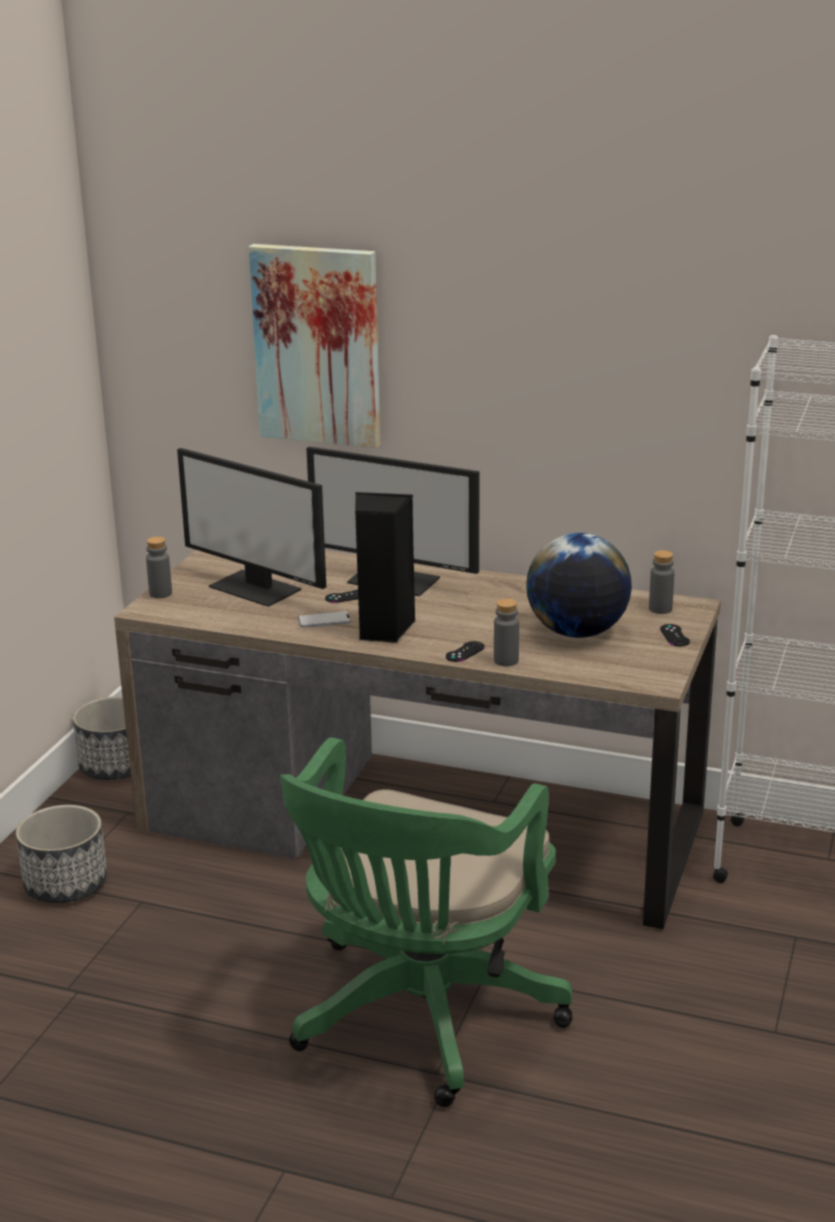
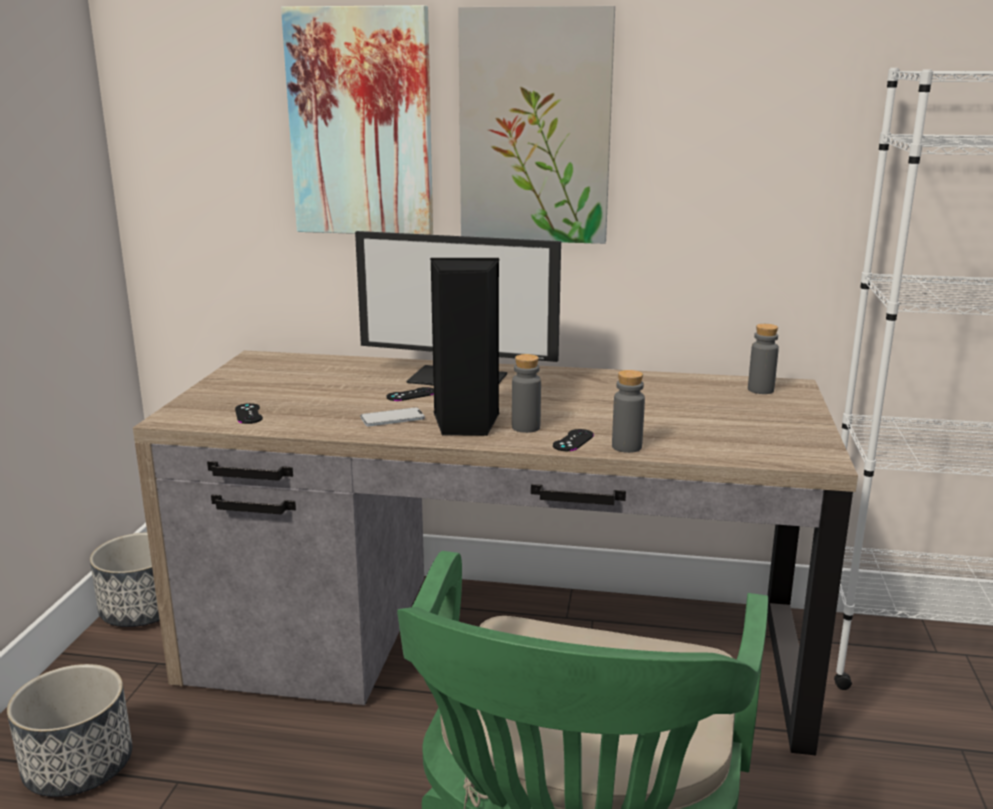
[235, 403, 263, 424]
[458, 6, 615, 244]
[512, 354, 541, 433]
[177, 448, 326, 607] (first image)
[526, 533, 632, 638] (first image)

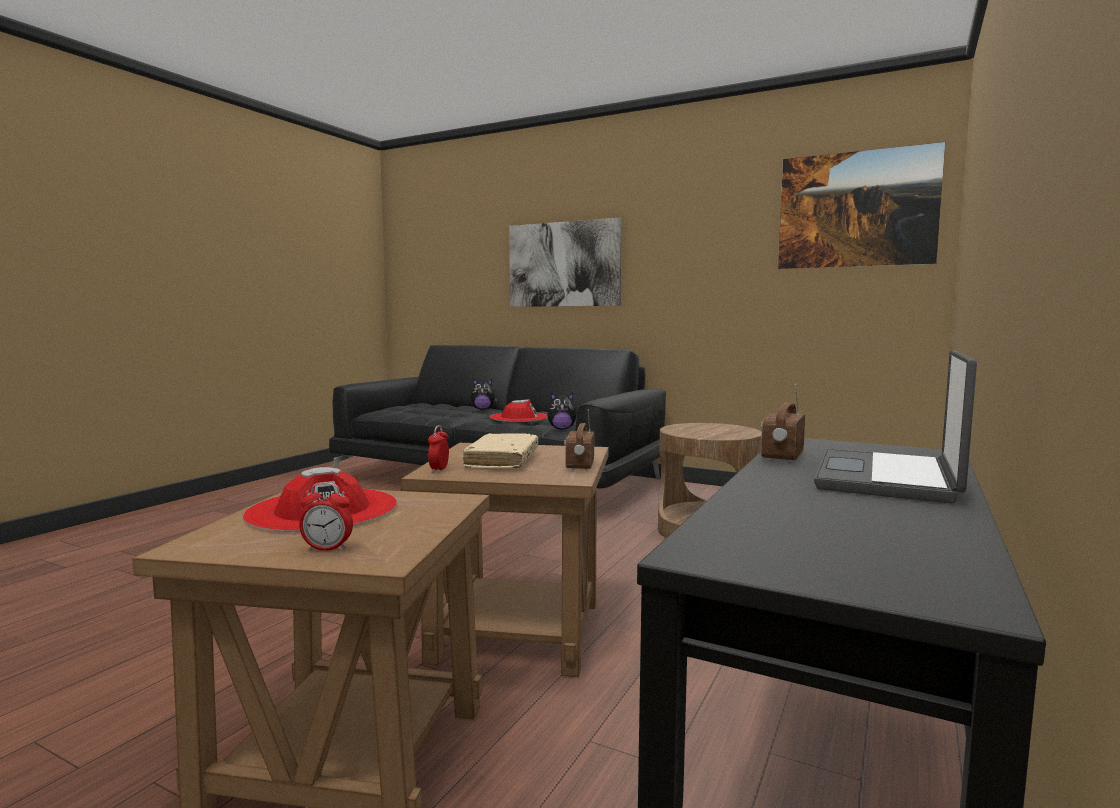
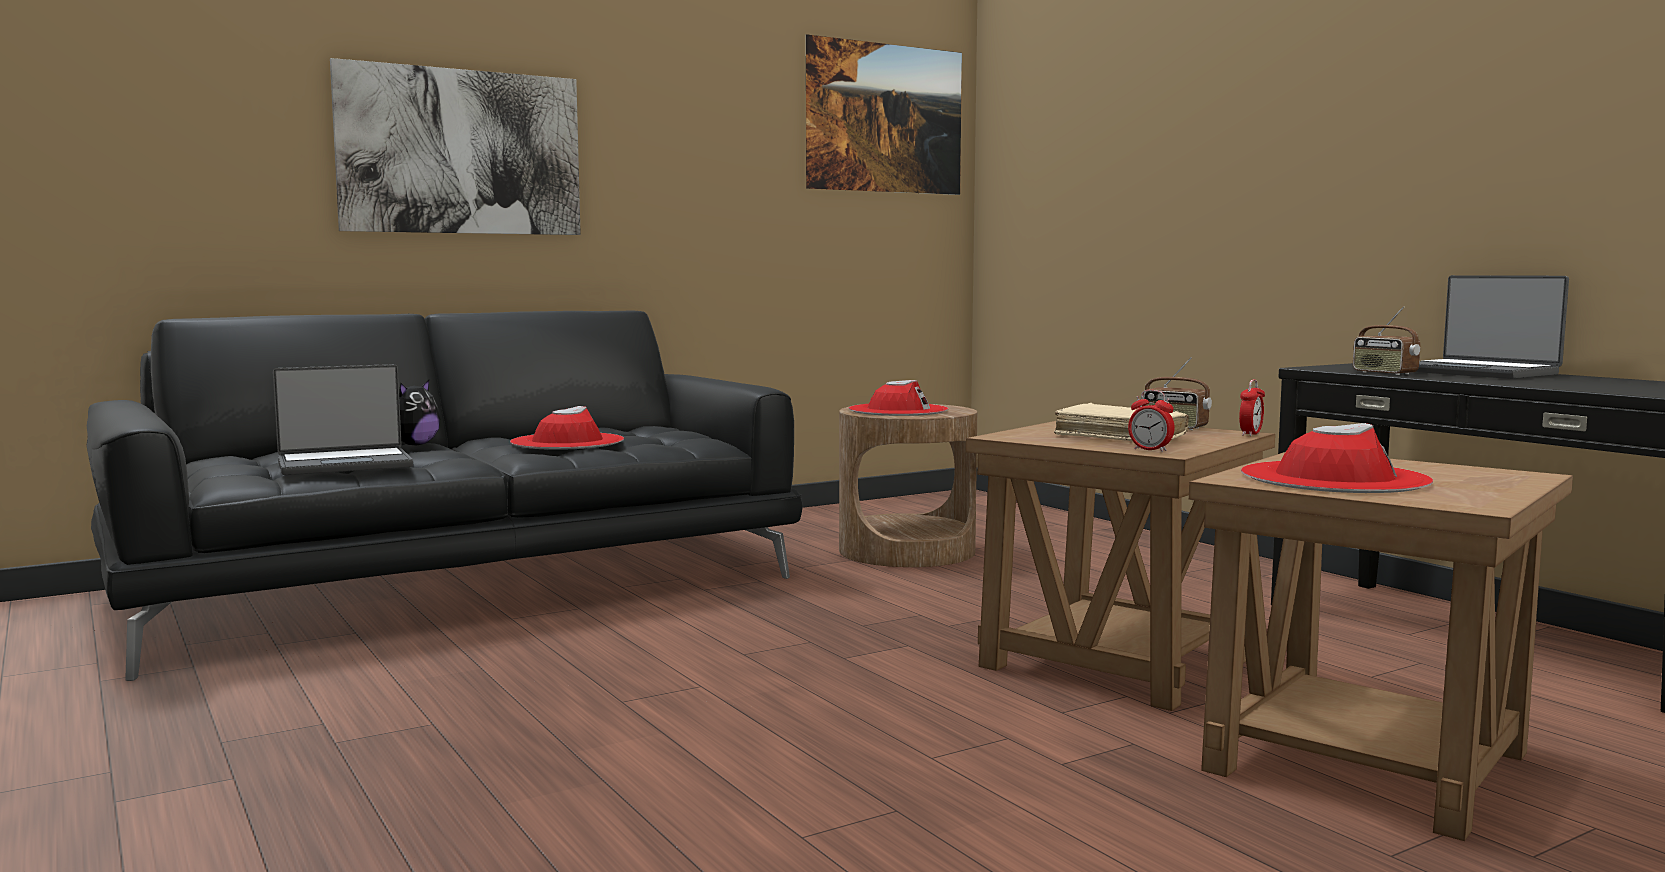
[273, 364, 413, 475]
[849, 380, 948, 416]
[1239, 379, 1265, 436]
[547, 393, 577, 429] (first image)

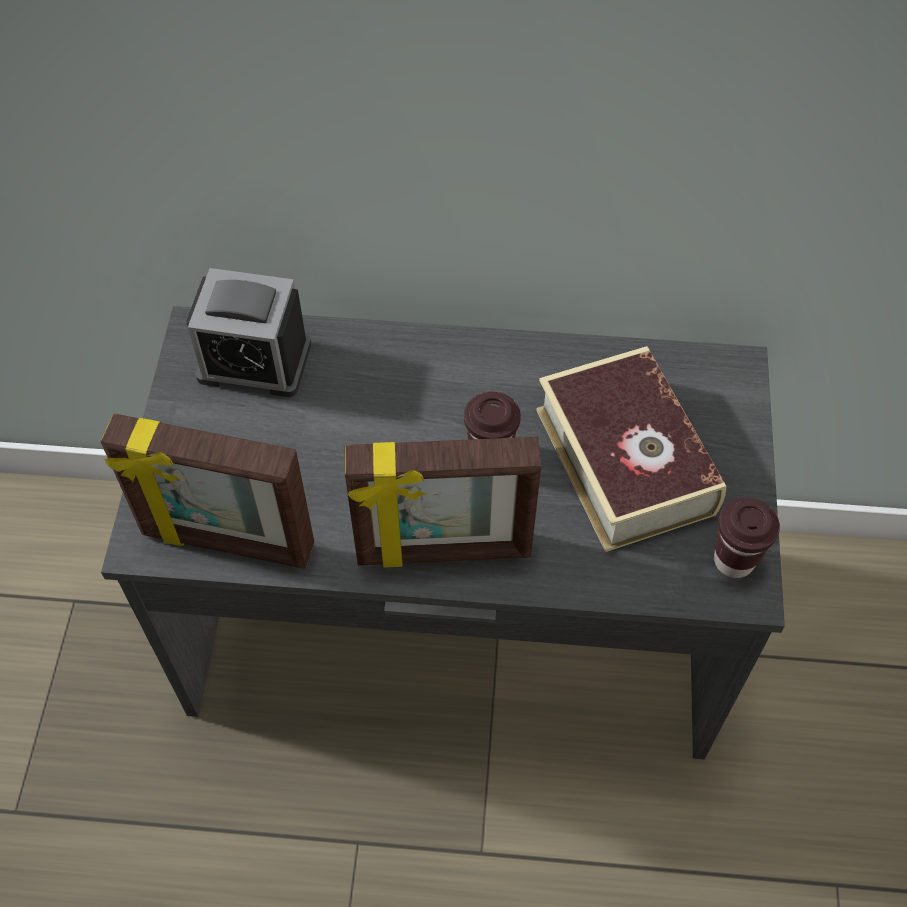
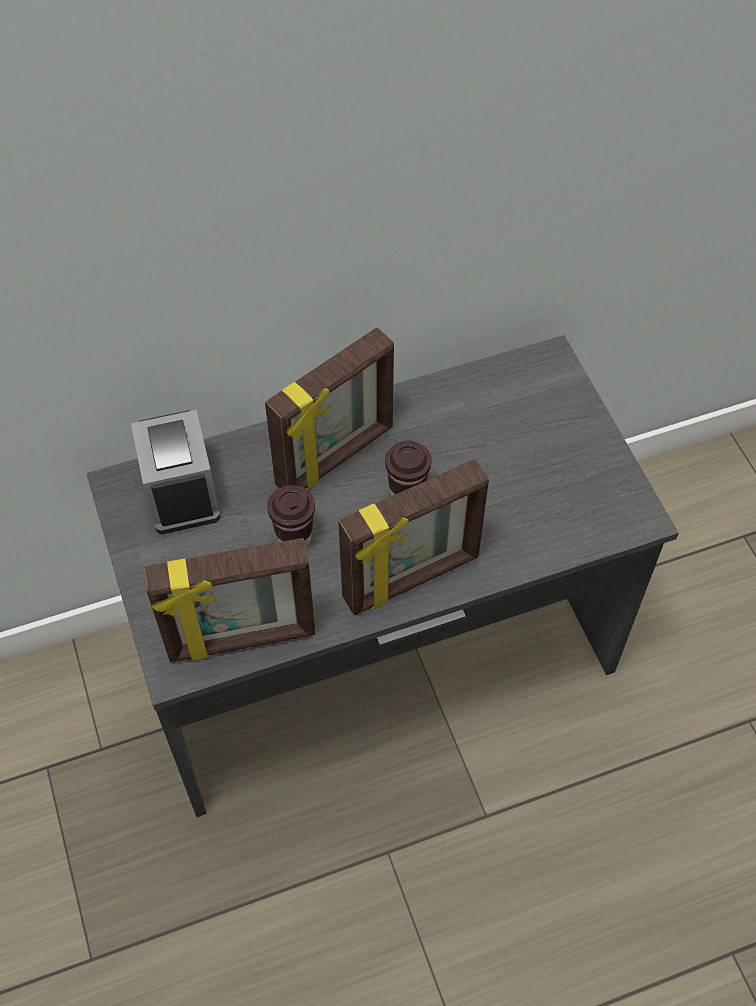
[131, 410, 220, 535]
[265, 328, 394, 490]
[267, 485, 315, 547]
[536, 346, 727, 552] (first image)

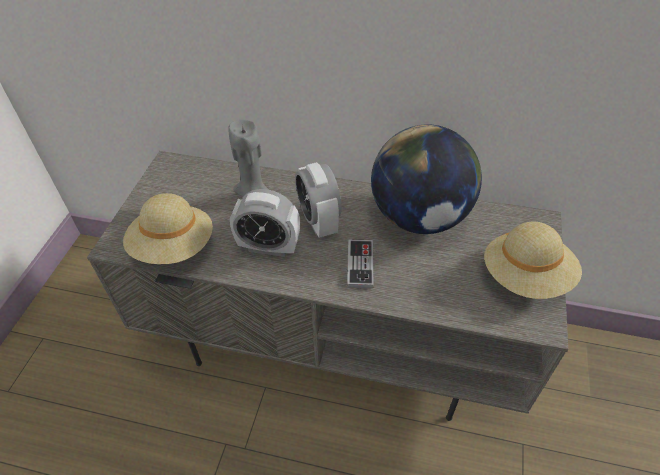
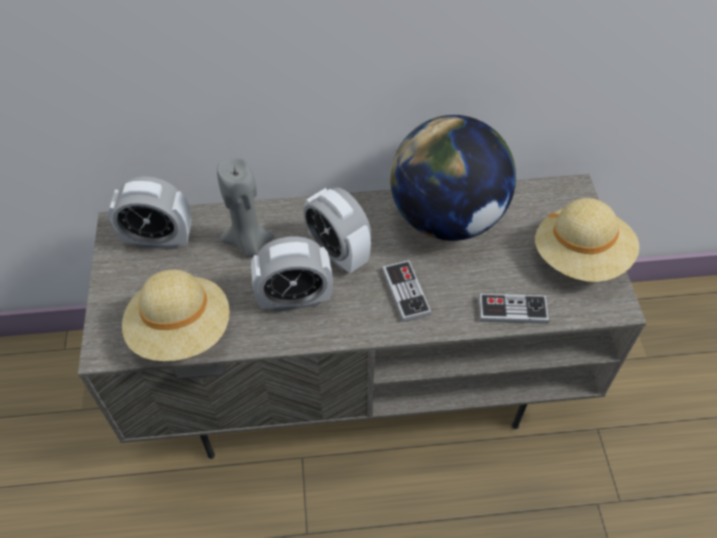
[108, 176, 191, 249]
[478, 294, 549, 324]

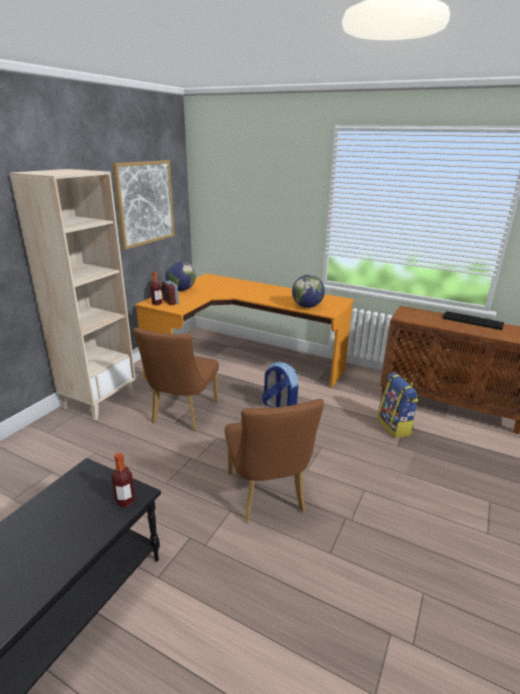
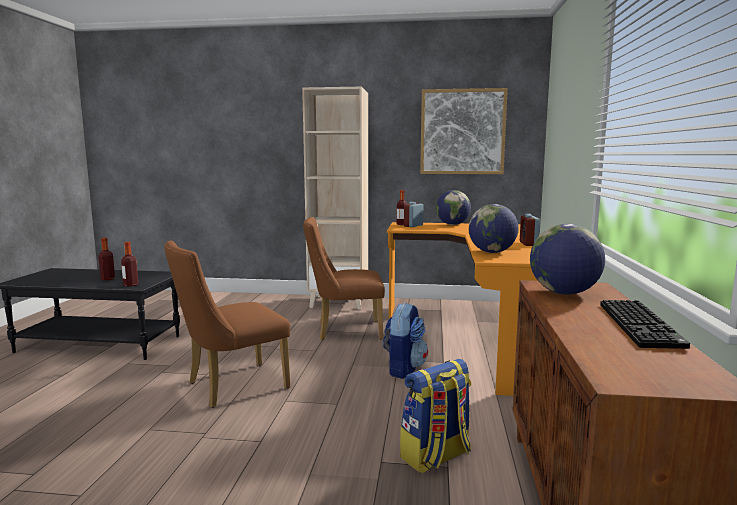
[98, 238, 115, 280]
[520, 214, 540, 246]
[530, 224, 605, 295]

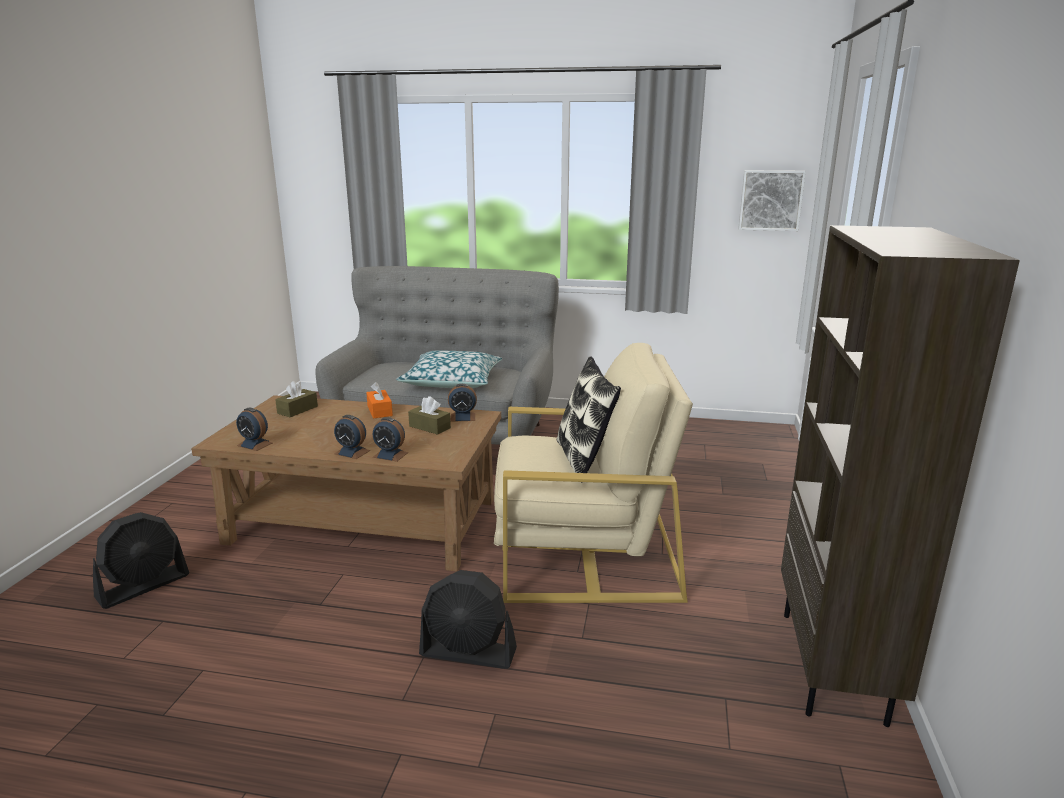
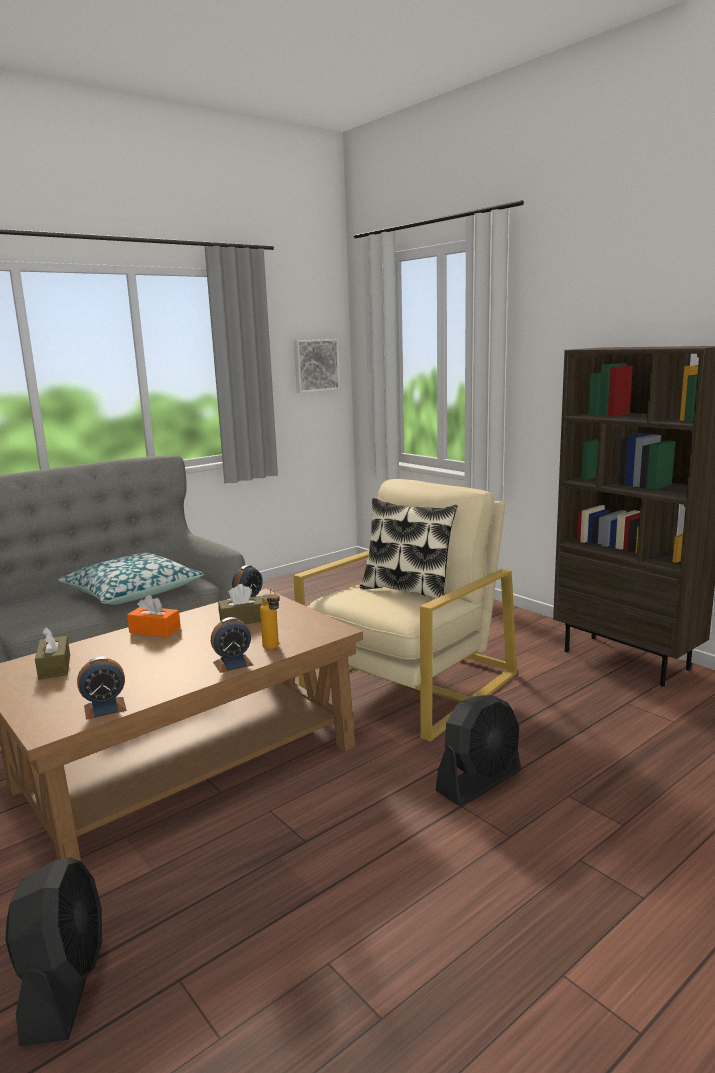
[260, 589, 280, 650]

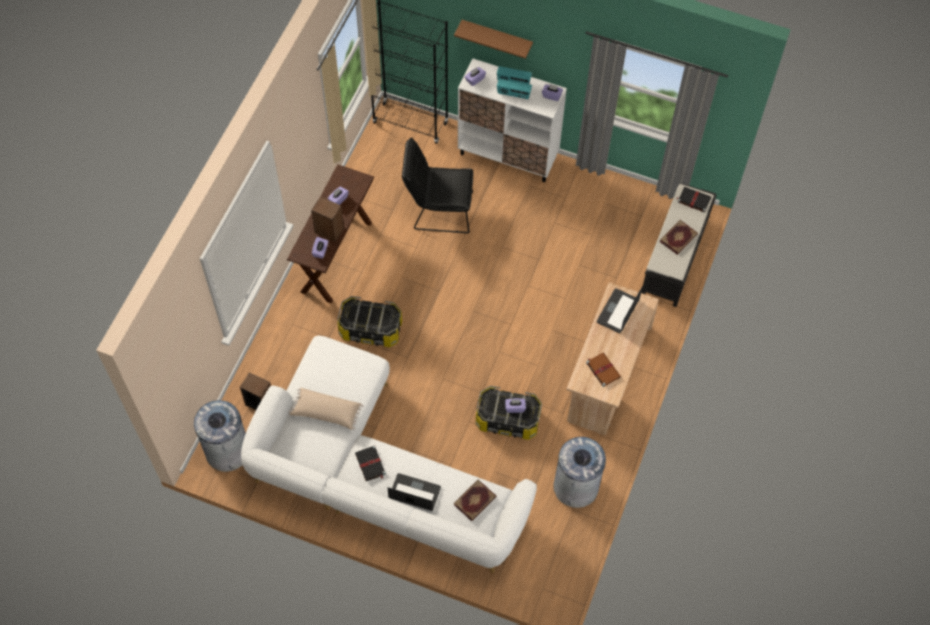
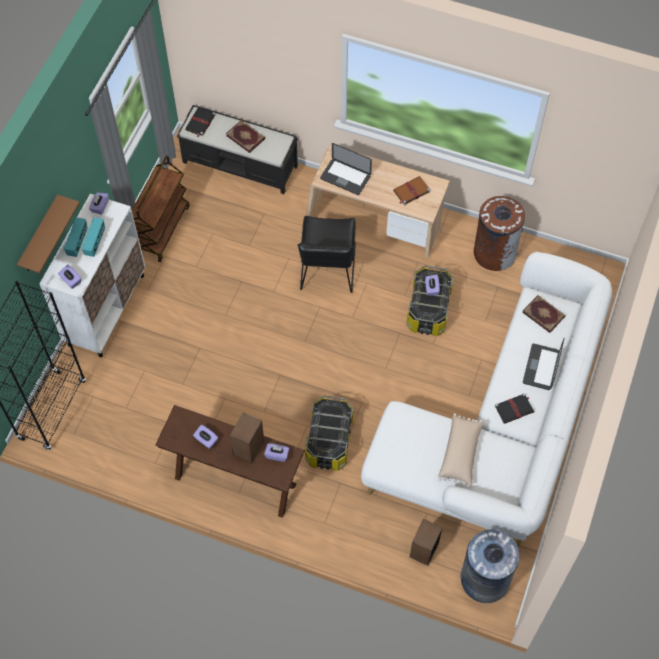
[132, 155, 190, 262]
[297, 216, 356, 293]
[474, 196, 525, 271]

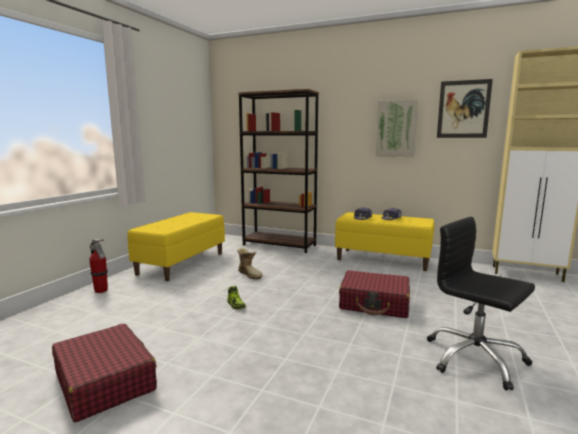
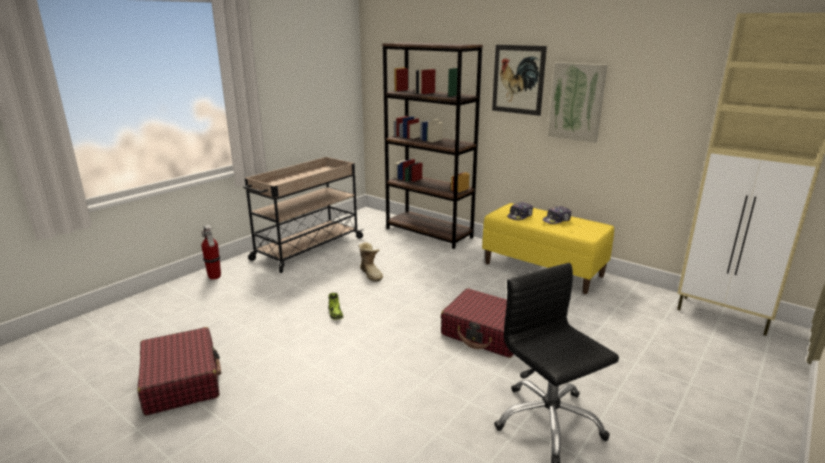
[243, 157, 364, 273]
[492, 45, 547, 116]

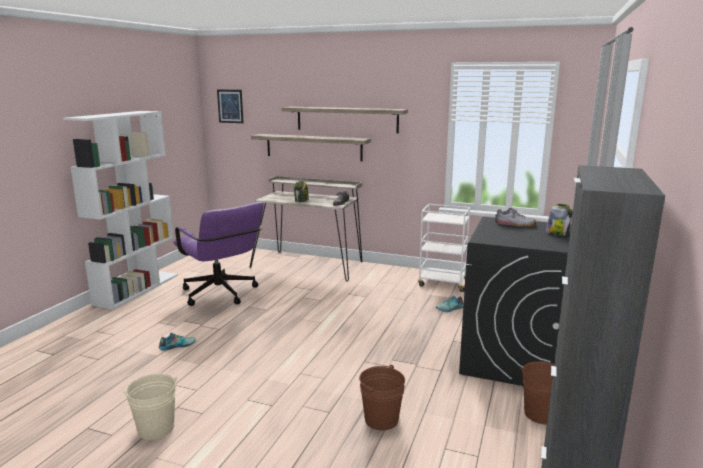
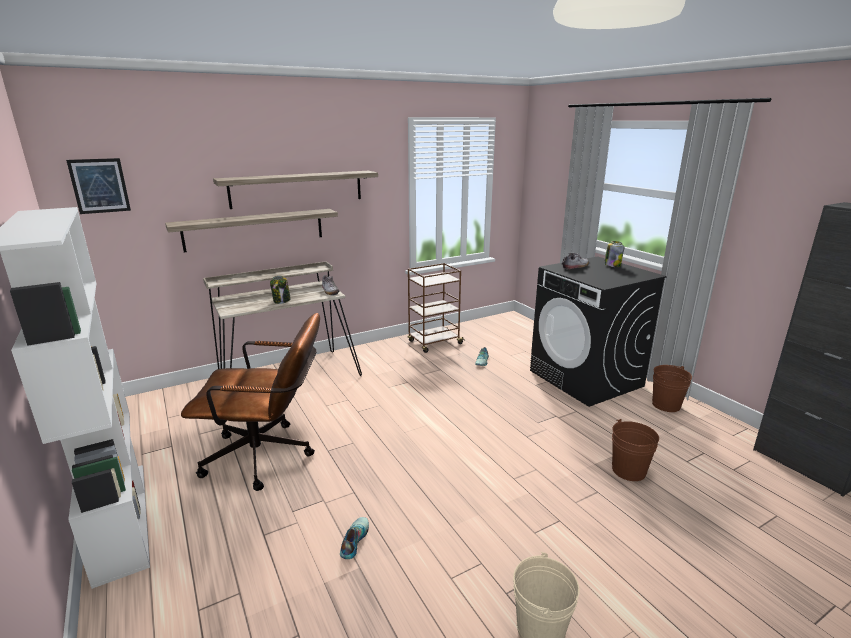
[181, 313, 320, 491]
[408, 263, 465, 353]

